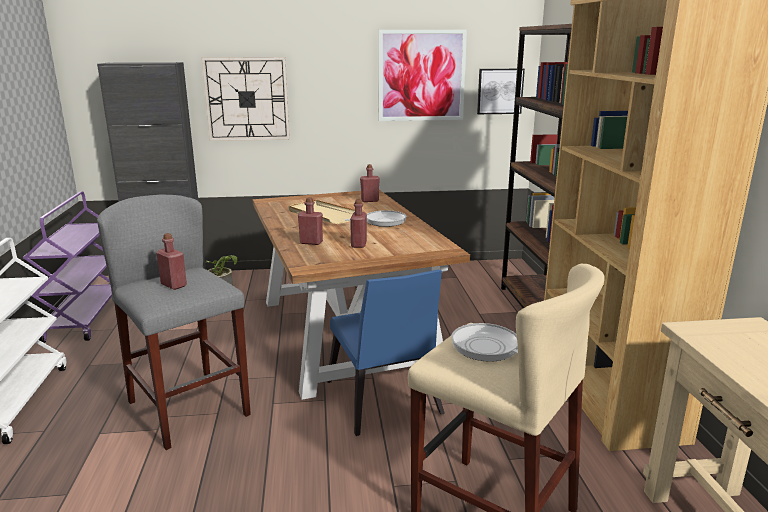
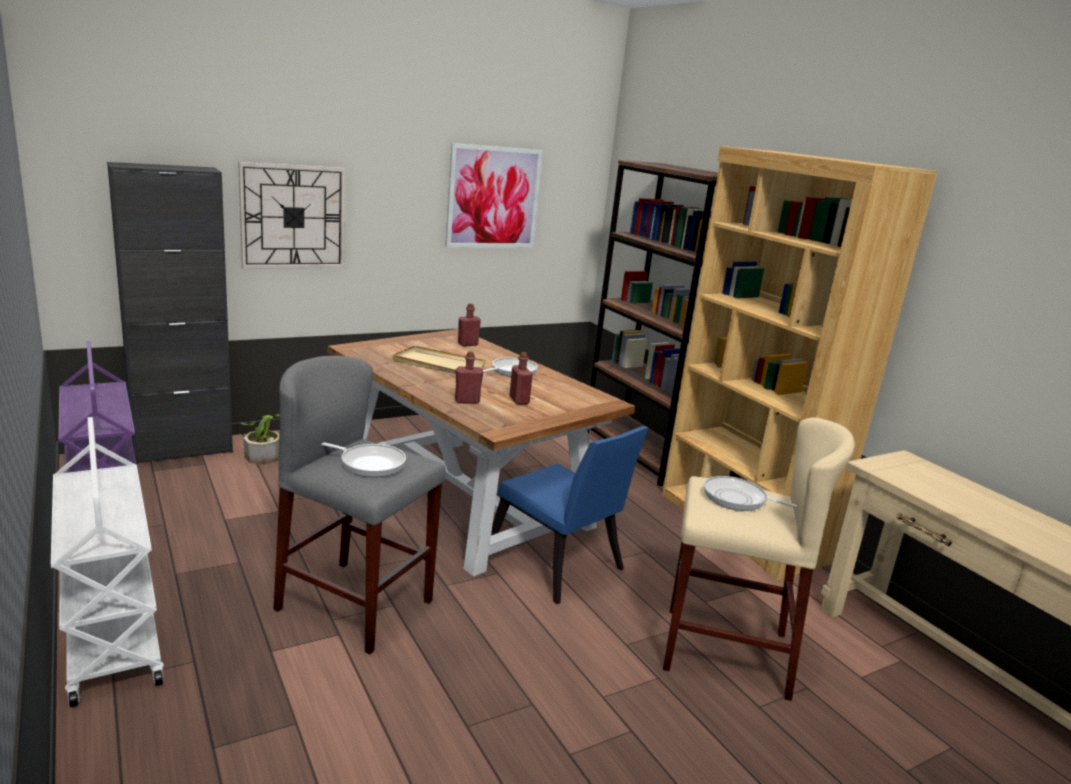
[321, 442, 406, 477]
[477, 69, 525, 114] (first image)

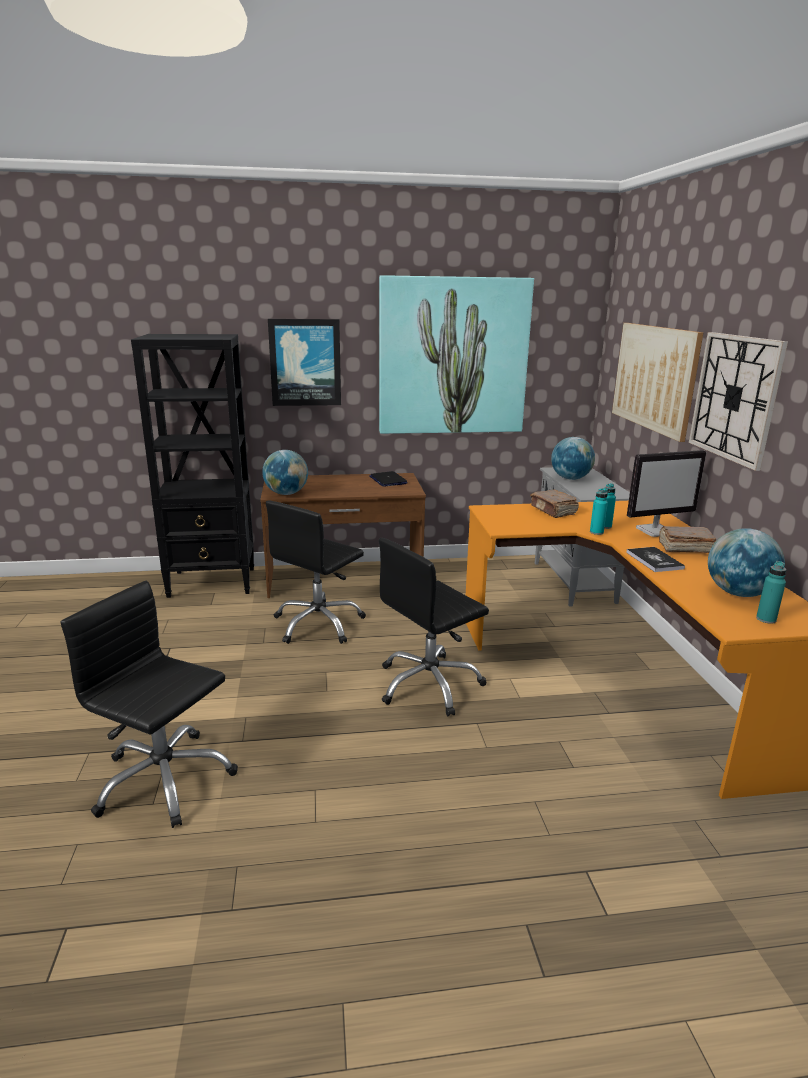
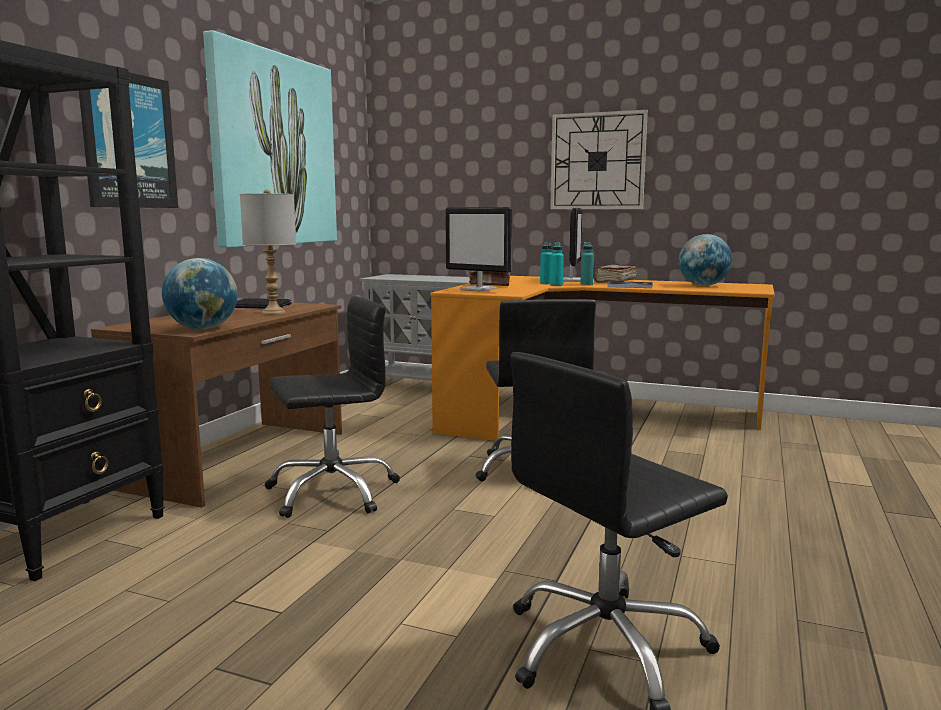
[240, 189, 296, 315]
[264, 296, 400, 518]
[446, 207, 512, 292]
[580, 242, 594, 285]
[551, 437, 595, 480] (first image)
[612, 323, 704, 442] (first image)

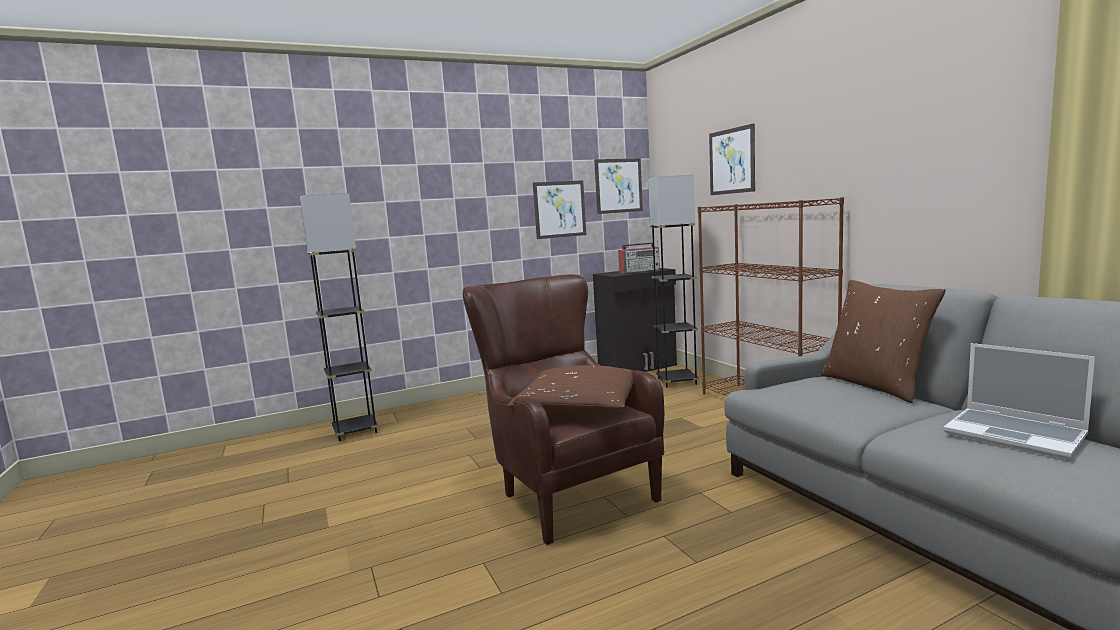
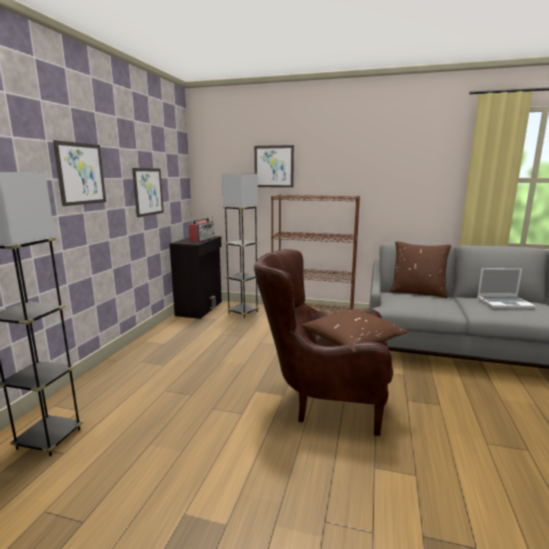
[53, 140, 106, 206]

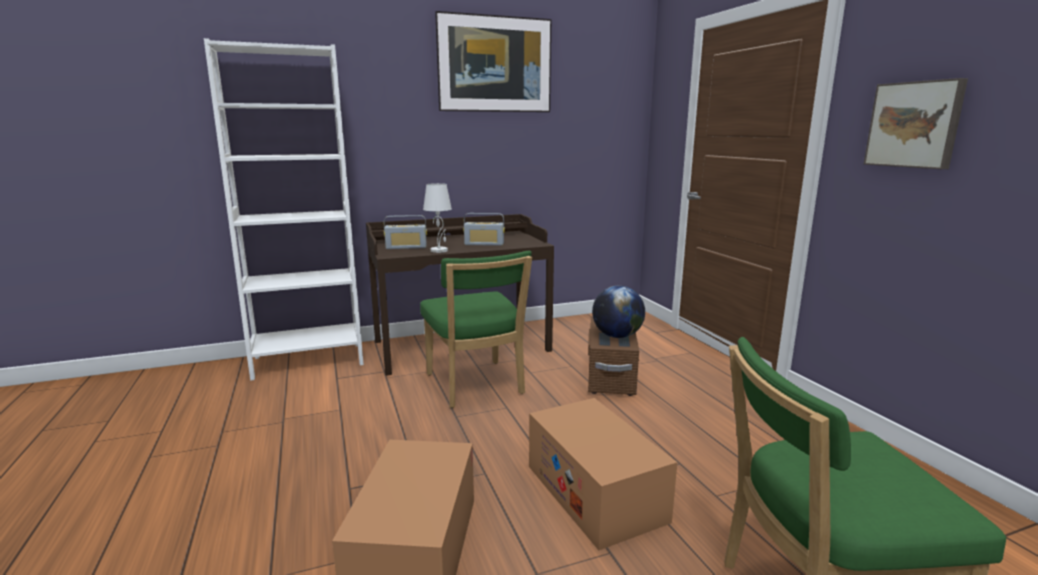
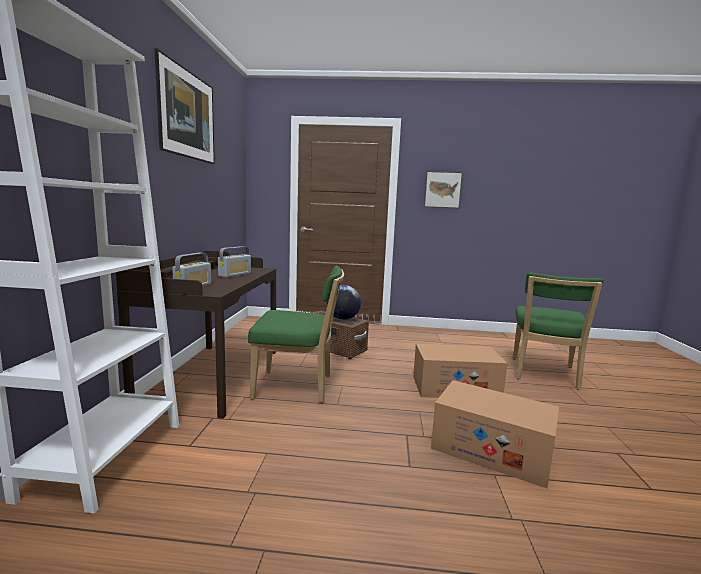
[423, 183, 452, 253] (first image)

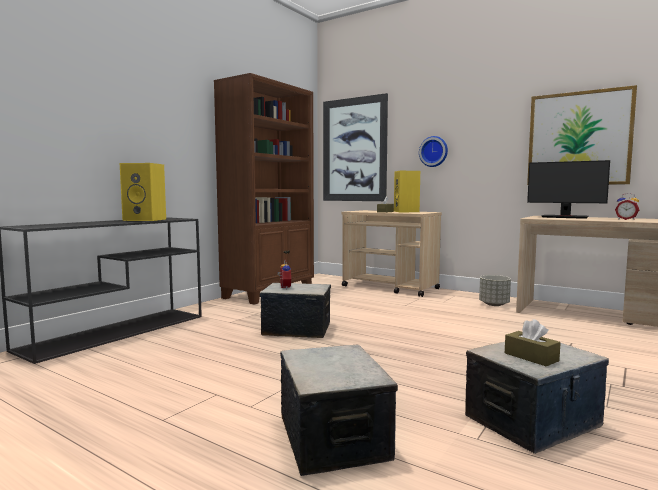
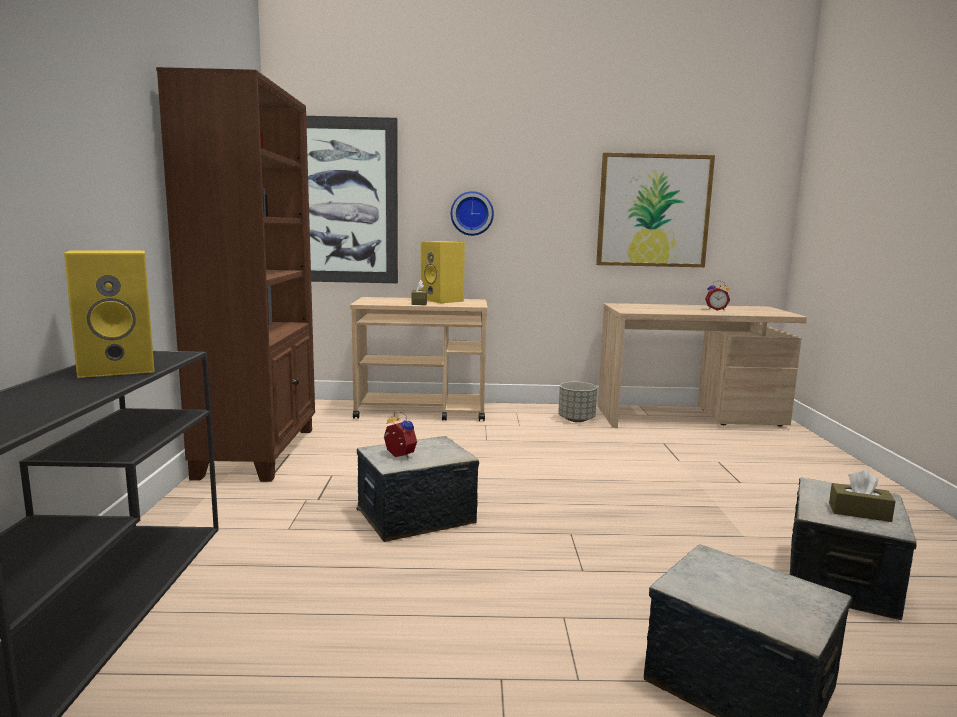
[527, 160, 610, 219] (first image)

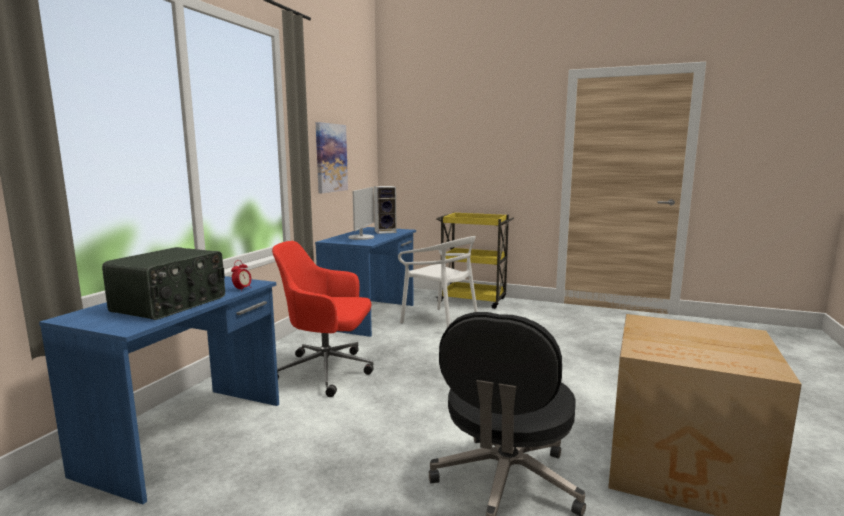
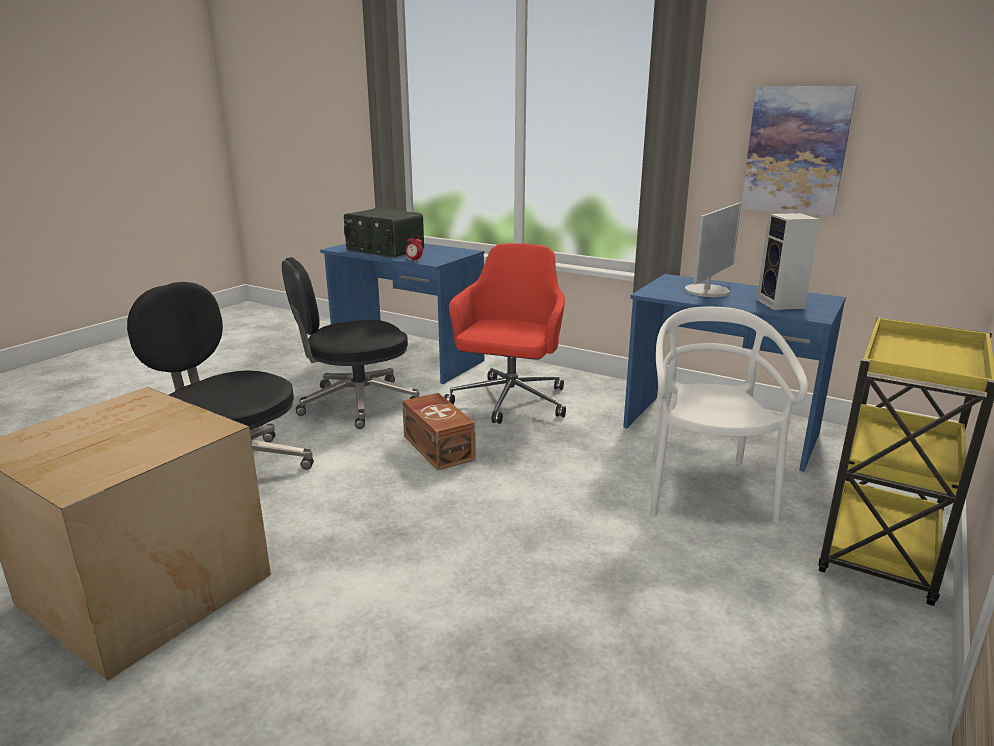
[282, 257, 419, 429]
[402, 393, 476, 470]
[650, 307, 808, 523]
[685, 203, 741, 297]

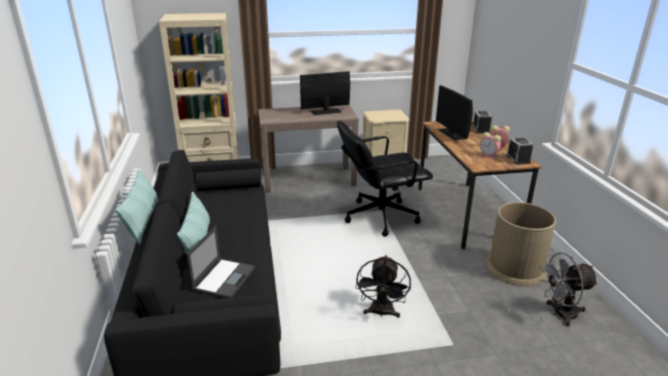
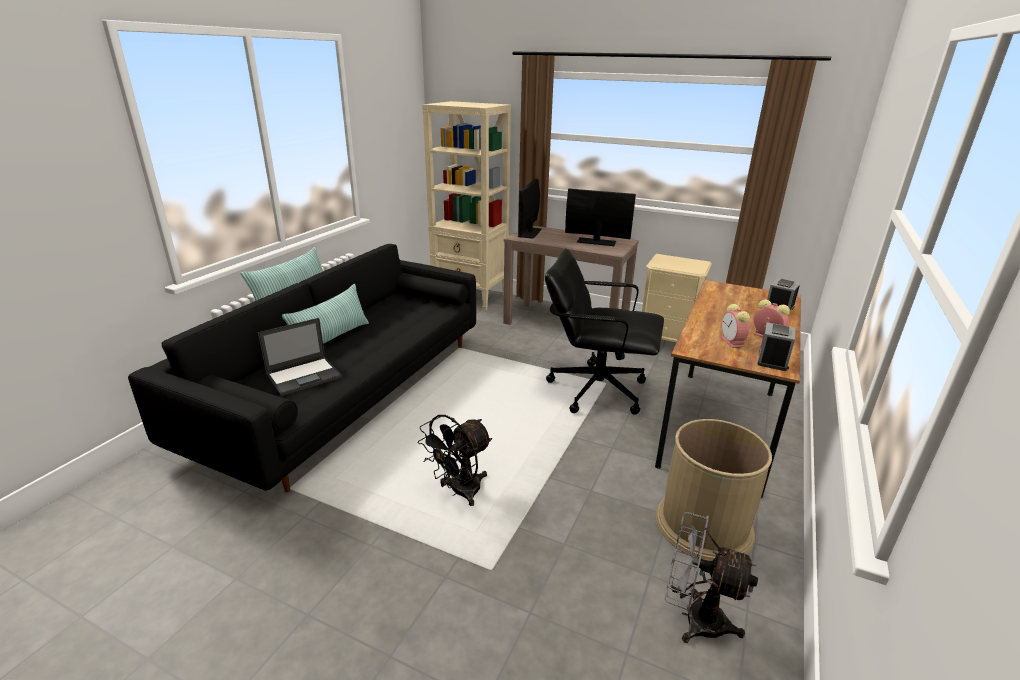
[518, 179, 542, 239]

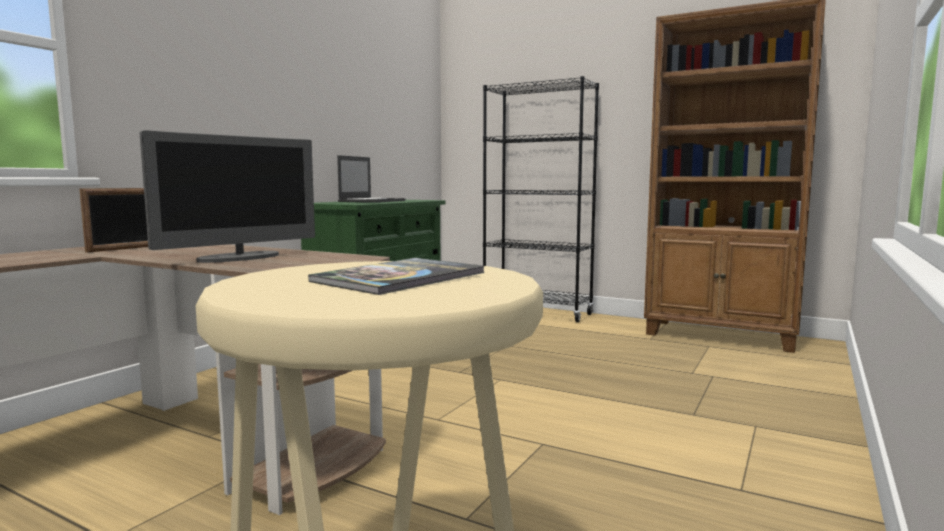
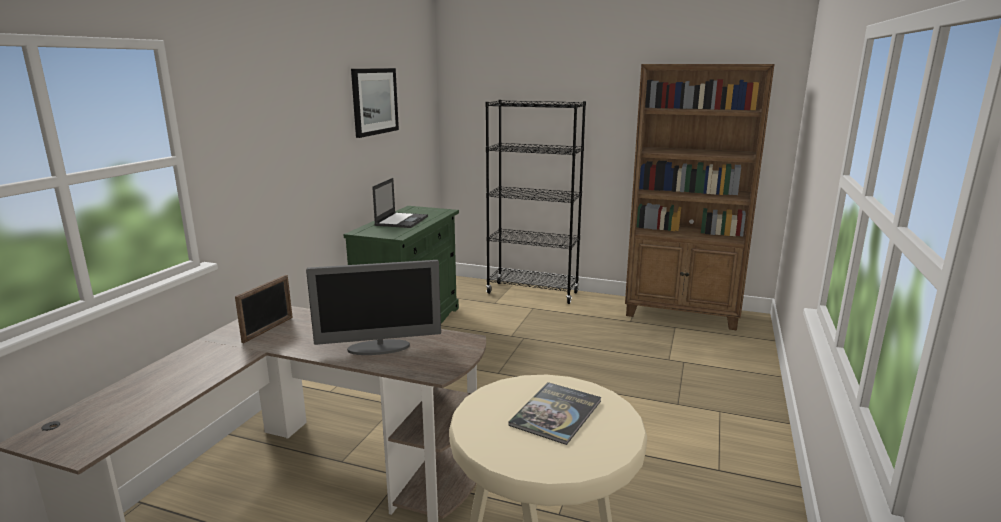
[306, 260, 441, 355]
[351, 68, 399, 138]

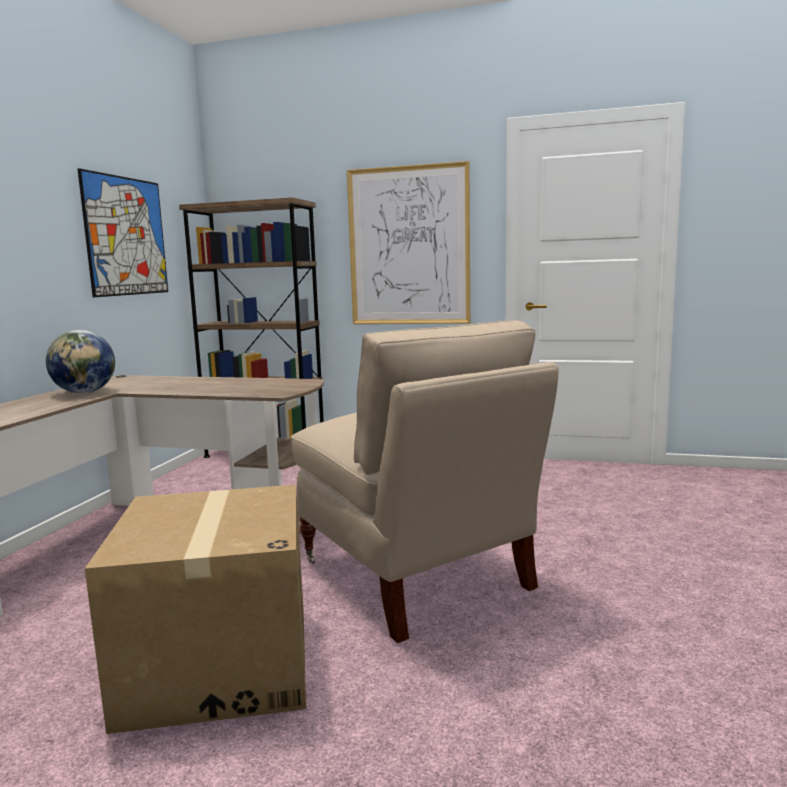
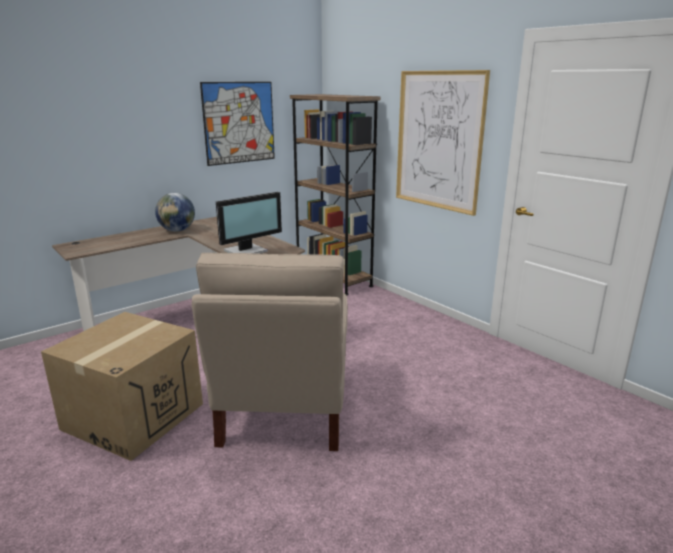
[216, 192, 282, 254]

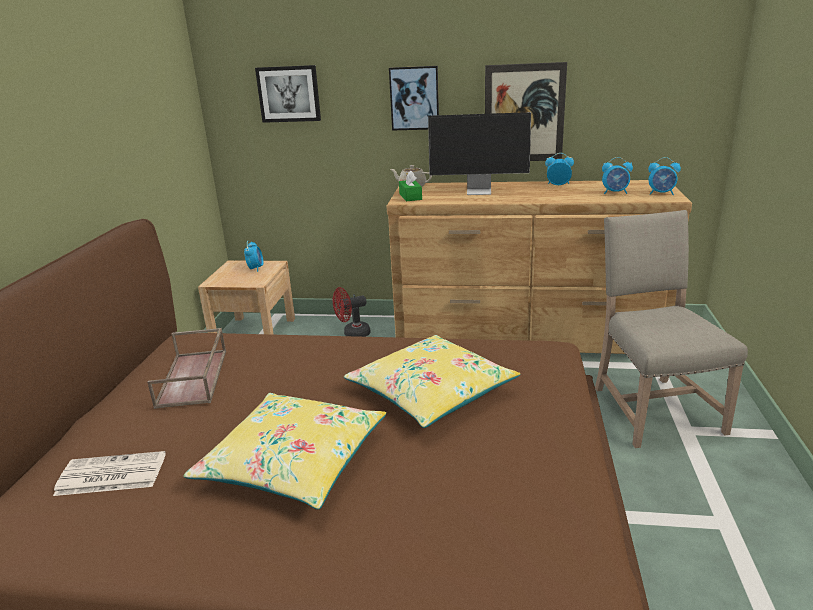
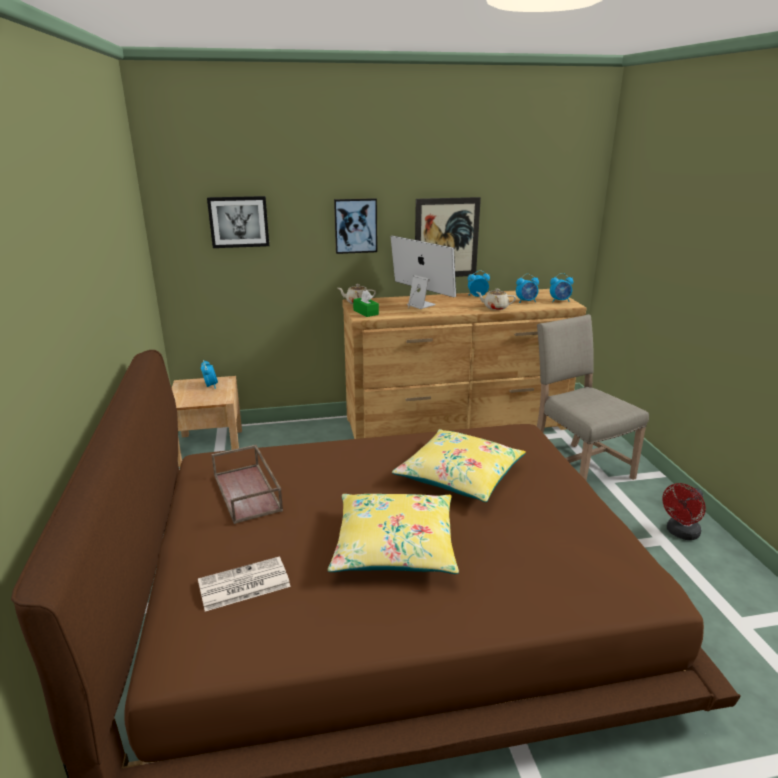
[390, 236, 456, 309]
[476, 289, 516, 310]
[662, 483, 706, 540]

